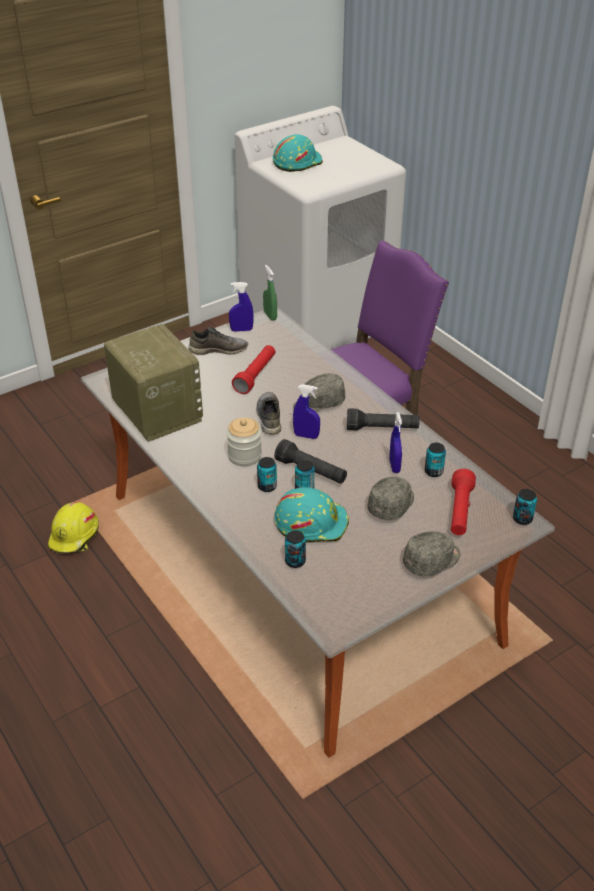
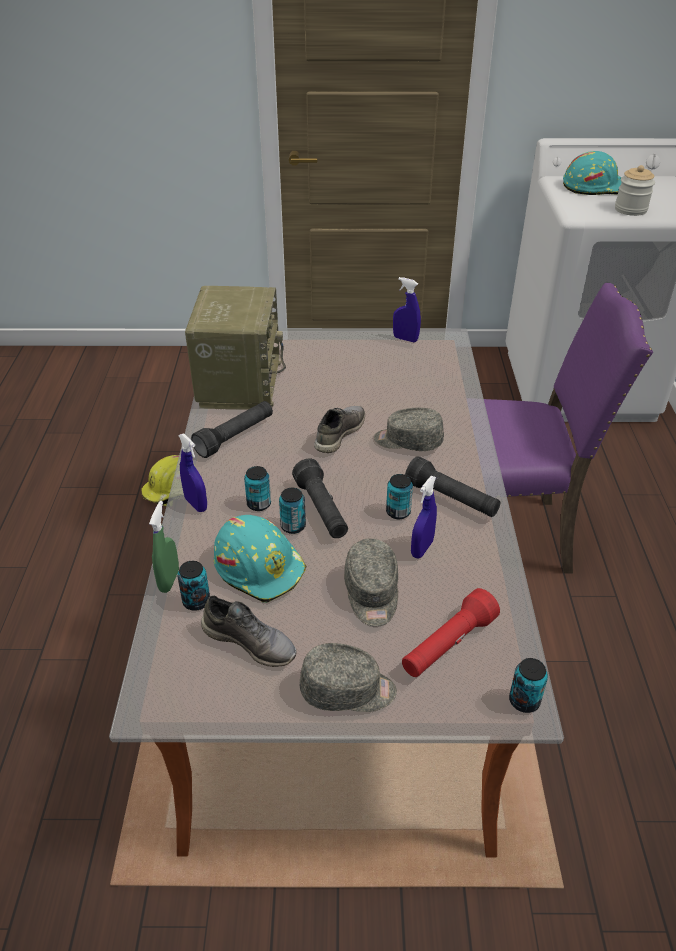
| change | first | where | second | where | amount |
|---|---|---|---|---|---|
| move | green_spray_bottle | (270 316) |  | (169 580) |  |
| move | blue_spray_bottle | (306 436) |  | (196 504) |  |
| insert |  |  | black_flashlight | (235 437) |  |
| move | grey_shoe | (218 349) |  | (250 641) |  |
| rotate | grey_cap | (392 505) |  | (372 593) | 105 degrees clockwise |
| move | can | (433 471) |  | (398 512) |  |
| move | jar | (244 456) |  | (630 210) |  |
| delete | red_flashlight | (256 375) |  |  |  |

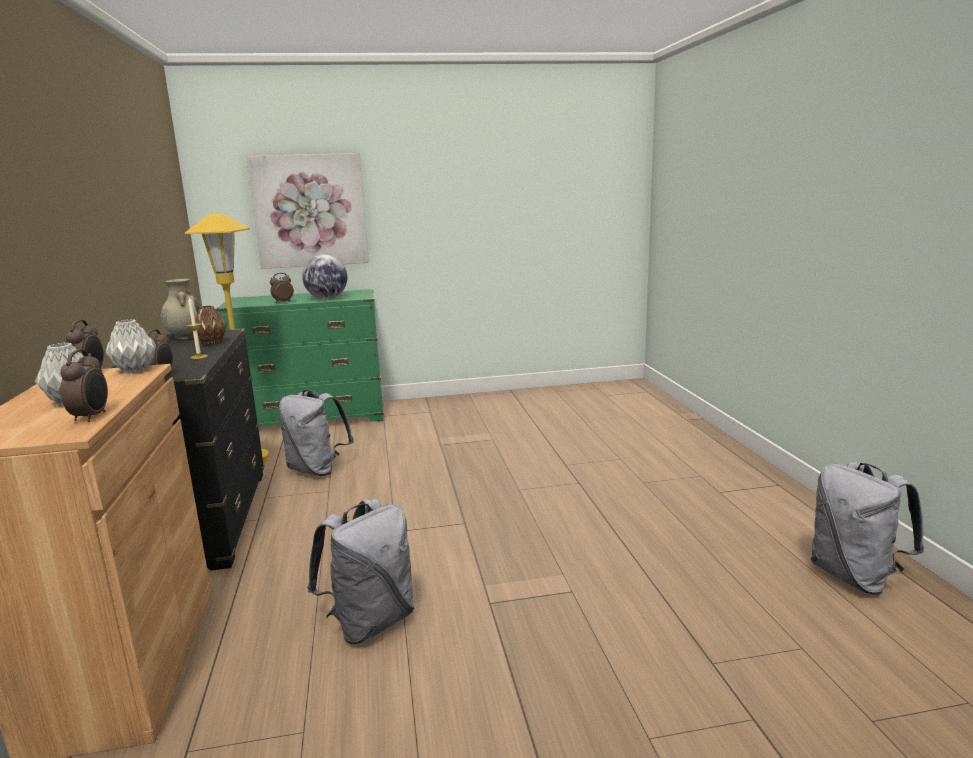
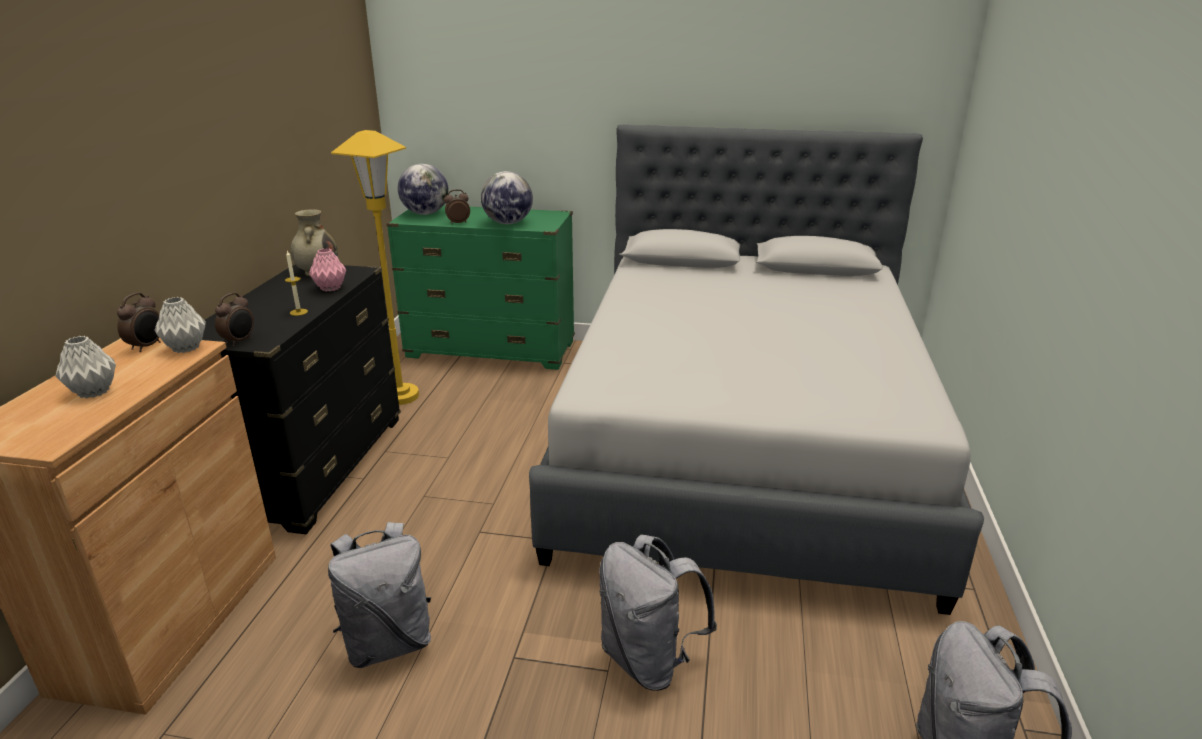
| change | first | where | second | where | amount |
|---|---|---|---|---|---|
| recolor | brown_vase | (212 342) | pink_vase | (331 288) |  |
| insert |  |  | globe | (425 213) |  |
| insert |  |  | grey_bed | (742 445) |  |
| move | grey_backpack | (317 470) |  | (649 660) |  |
| delete | alarm_clock | (92 417) |  |  |  |
| delete | picture | (310 211) |  |  |  |

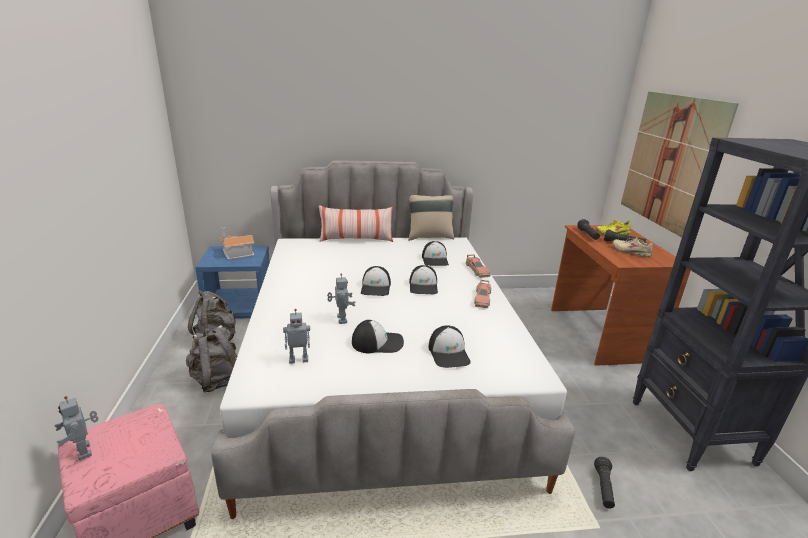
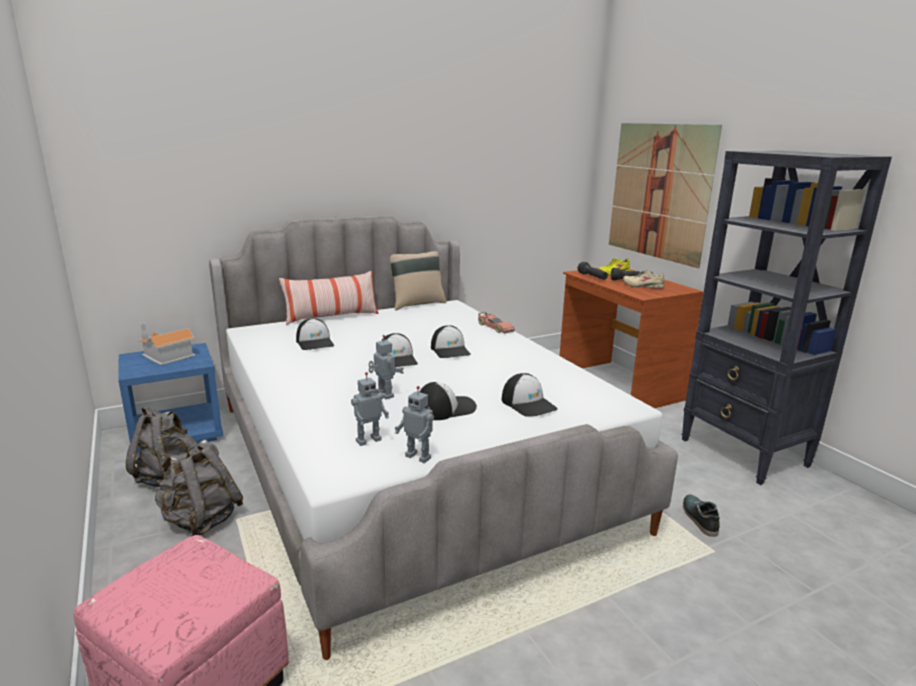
| change | first | where | second | where | amount |
|---|---|---|---|---|---|
| move | cap | (435 260) |  | (315 342) |  |
| move | toy_robot | (86 450) |  | (419 456) |  |
| replace | black_flashlight | (603 488) | shoe | (699 518) |  |
| delete | toy_car | (482 298) |  |  |  |

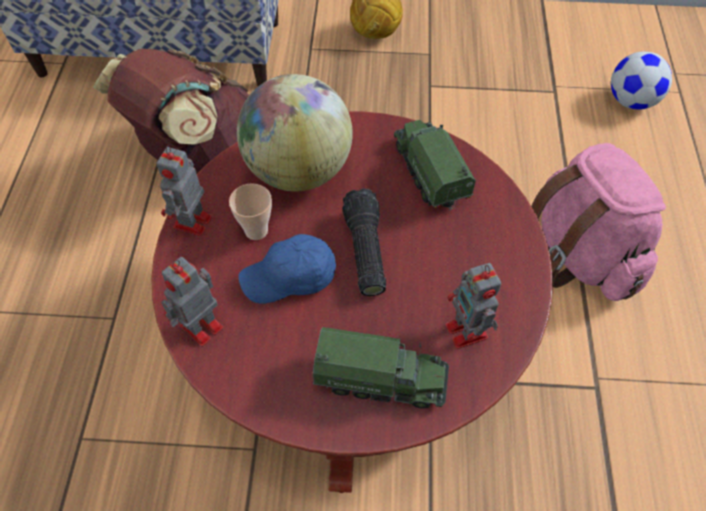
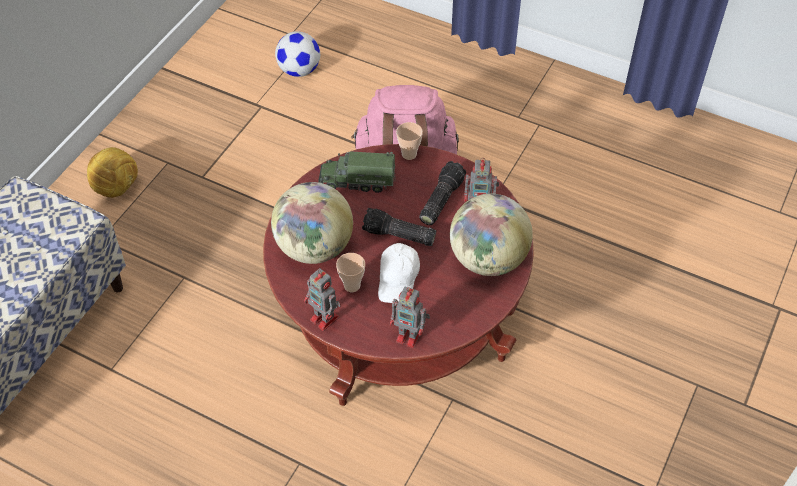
| change | first | where | second | where | amount |
|---|---|---|---|---|---|
| recolor | blue_cap | (290 278) | white_cap | (398 279) |  |
| rotate | toy_robot | (200 328) |  | (410 336) | 45 degrees counterclockwise |
| insert |  |  | cup | (409 154) |  |
| insert |  |  | flashlight | (440 199) |  |
| replace | toy_truck | (380 378) | globe | (488 259) |  |
| delete | brown_backpack | (199 157) |  |  |  |

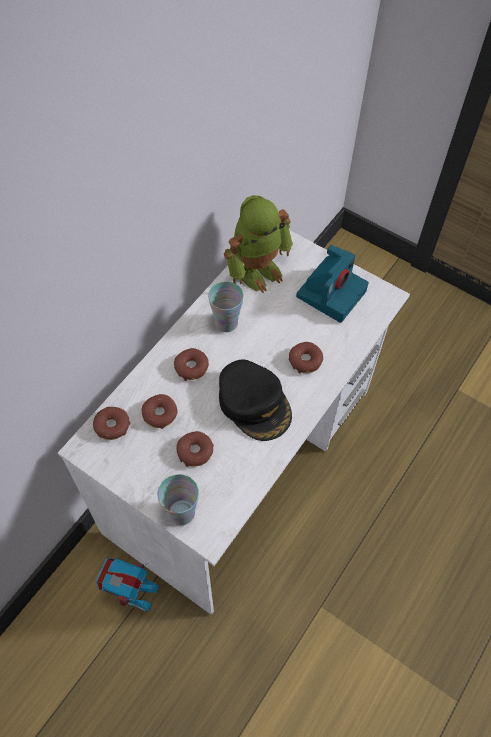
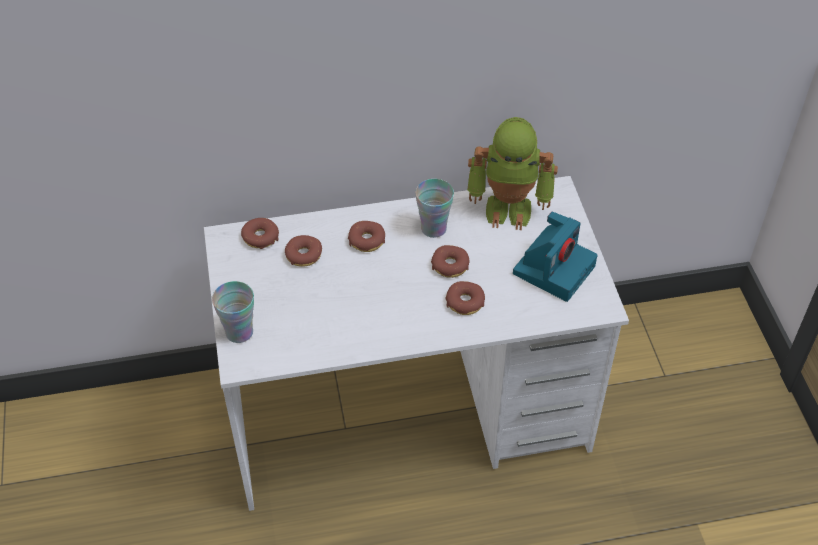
| change | first | where | second | where | amount |
|---|---|---|---|---|---|
| move | donut | (195 451) |  | (450 265) |  |
| rotate | photo_camera | (331 292) |  | (554 268) | 45 degrees counterclockwise |
| delete | toy_robot | (133 596) |  |  |  |
| delete | black_cap | (255 403) |  |  |  |

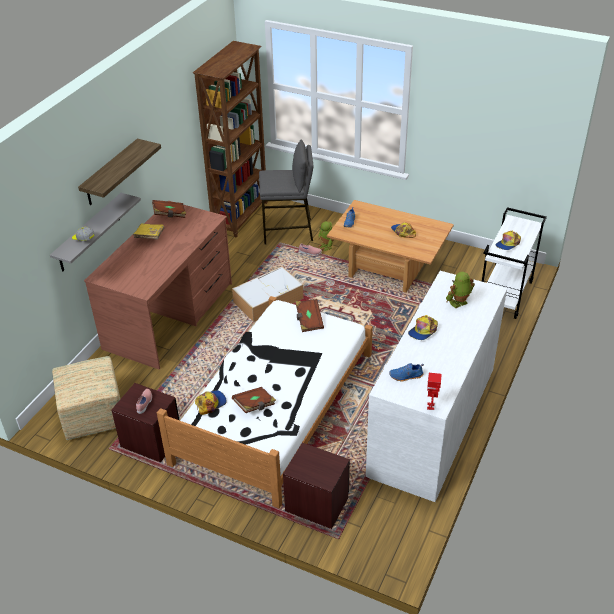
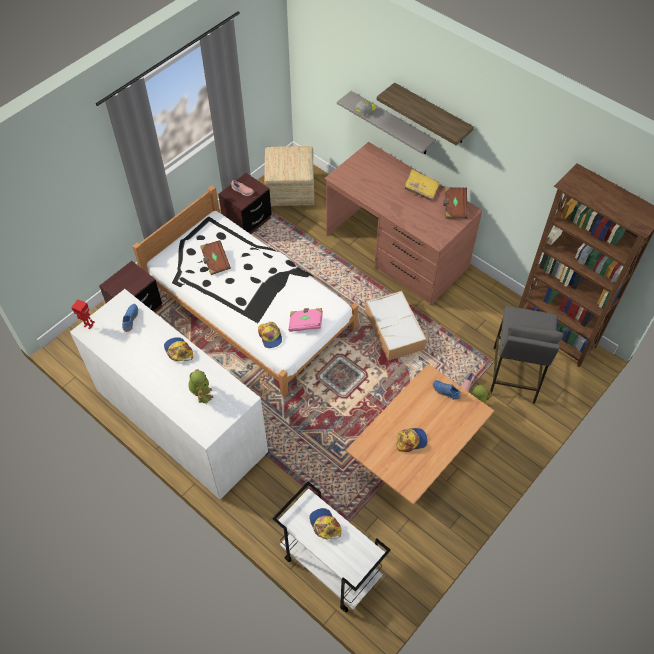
| change | first | where | second | where | amount |
|---|---|---|---|---|---|
| move | cap | (210 403) |  | (270 336) |  |
| recolor | brown_book | (308 321) | pink_book | (305 323) |  |

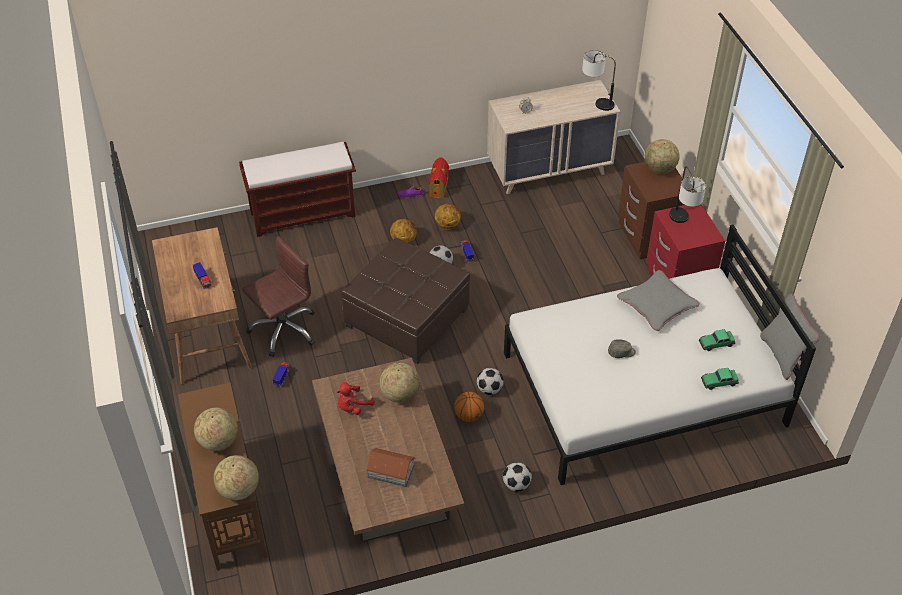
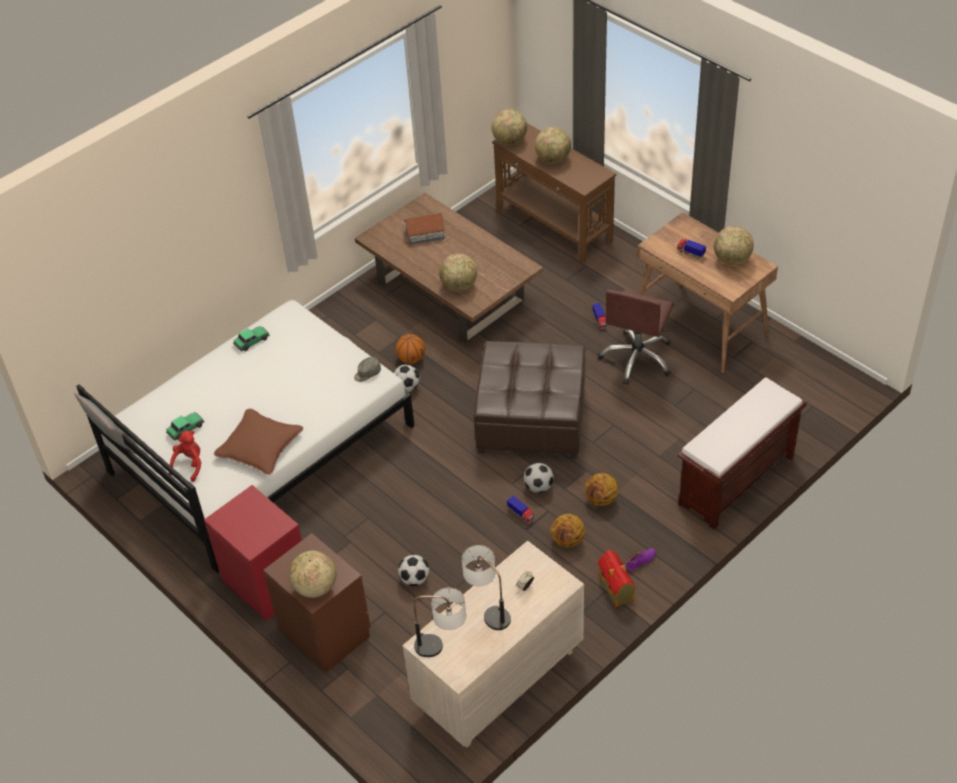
| change | first | where | second | where | amount |
|---|---|---|---|---|---|
| move | red_plush_toy | (353 407) |  | (189 465) |  |
| recolor | grey_pillow | (657 305) | brown_pillow | (260 446) |  |
| move | toy_car | (719 382) |  | (252 341) |  |
| move | grey_cap | (621 352) |  | (367 373) |  |
| move | football | (516 485) |  | (415 579) |  |
| move | table_lamp | (682 223) |  | (488 610) |  |
| insert |  |  | globe | (732 260) |  |

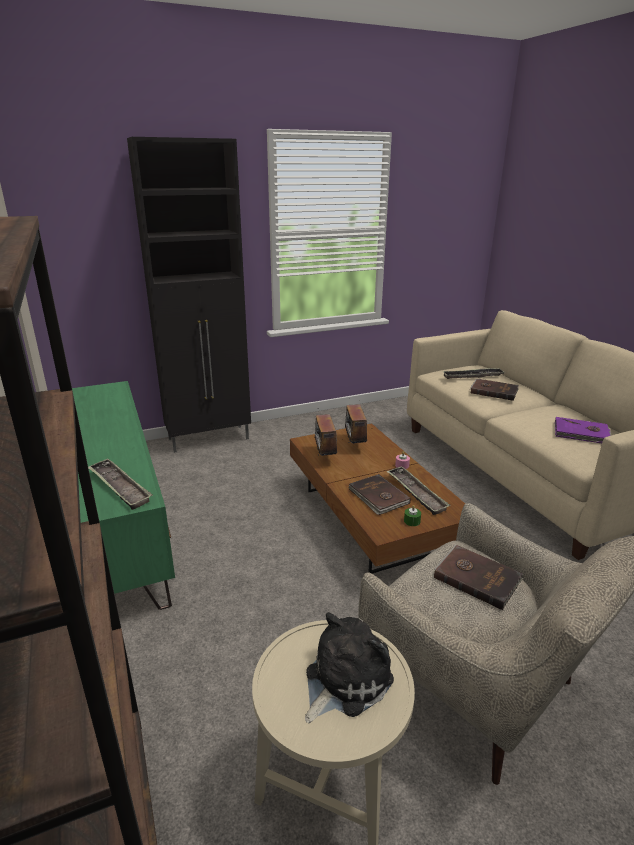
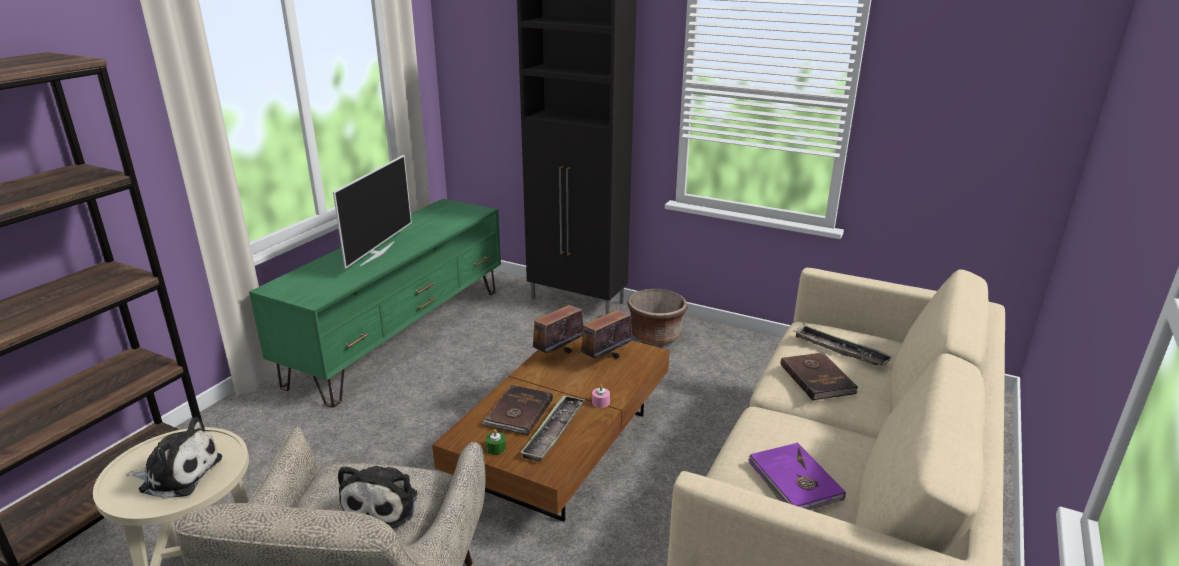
| change | first | where | second | where | amount |
|---|---|---|---|---|---|
| insert |  |  | television | (376 253) |  |
| replace | brown_book | (477 578) | plush_toy | (383 504) |  |
| insert |  |  | brown_planter | (655 335) |  |
| delete | tray | (119 487) |  |  |  |

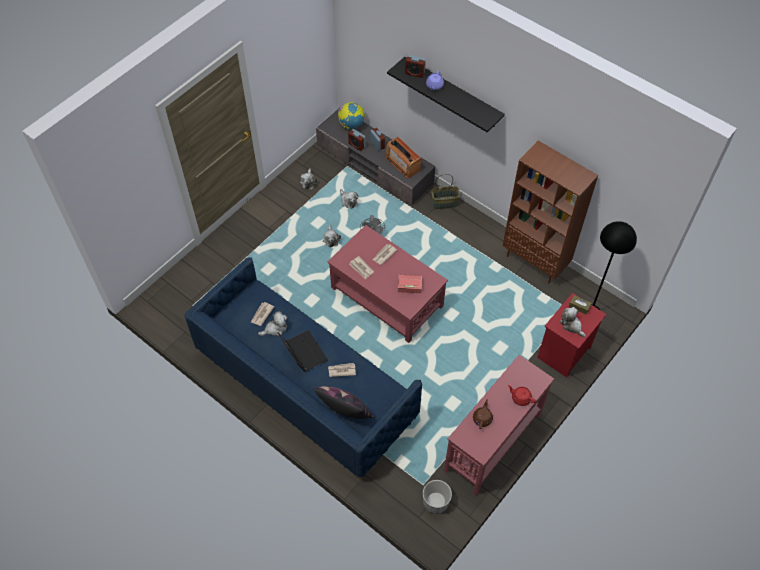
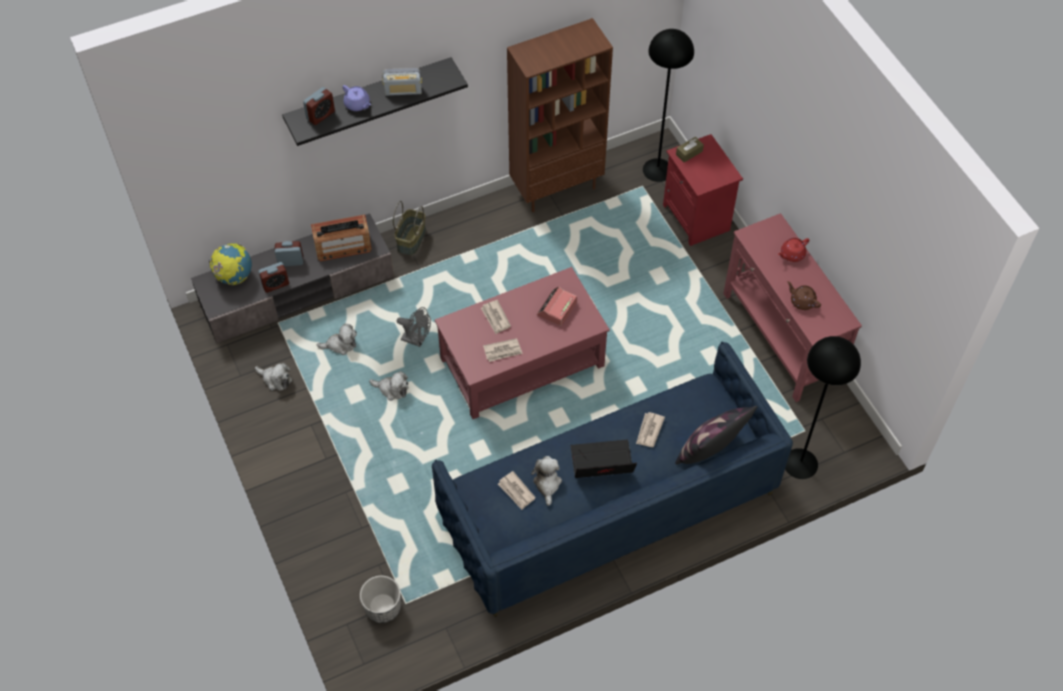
| change | first | where | second | where | amount |
|---|---|---|---|---|---|
| move | planter | (435 502) |  | (382 607) |  |
| insert |  |  | radio | (403 91) |  |
| insert |  |  | black_floor_lamp | (800 464) |  |
| delete | plush_toy | (571 325) |  |  |  |

